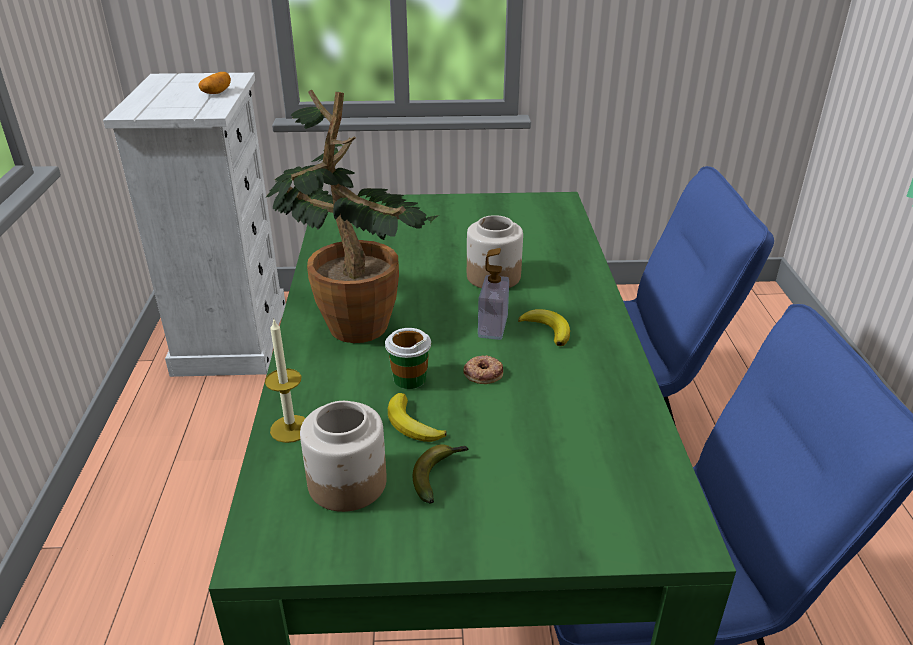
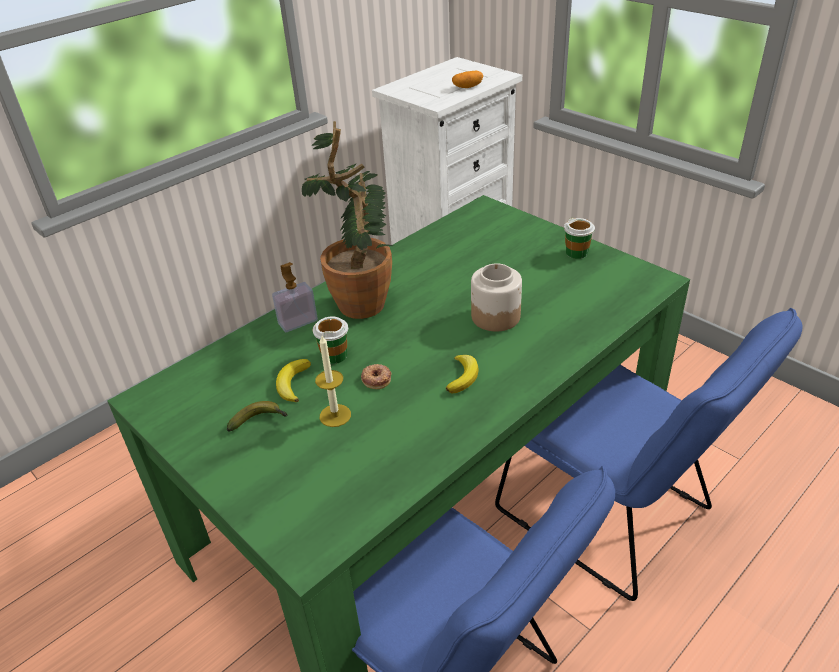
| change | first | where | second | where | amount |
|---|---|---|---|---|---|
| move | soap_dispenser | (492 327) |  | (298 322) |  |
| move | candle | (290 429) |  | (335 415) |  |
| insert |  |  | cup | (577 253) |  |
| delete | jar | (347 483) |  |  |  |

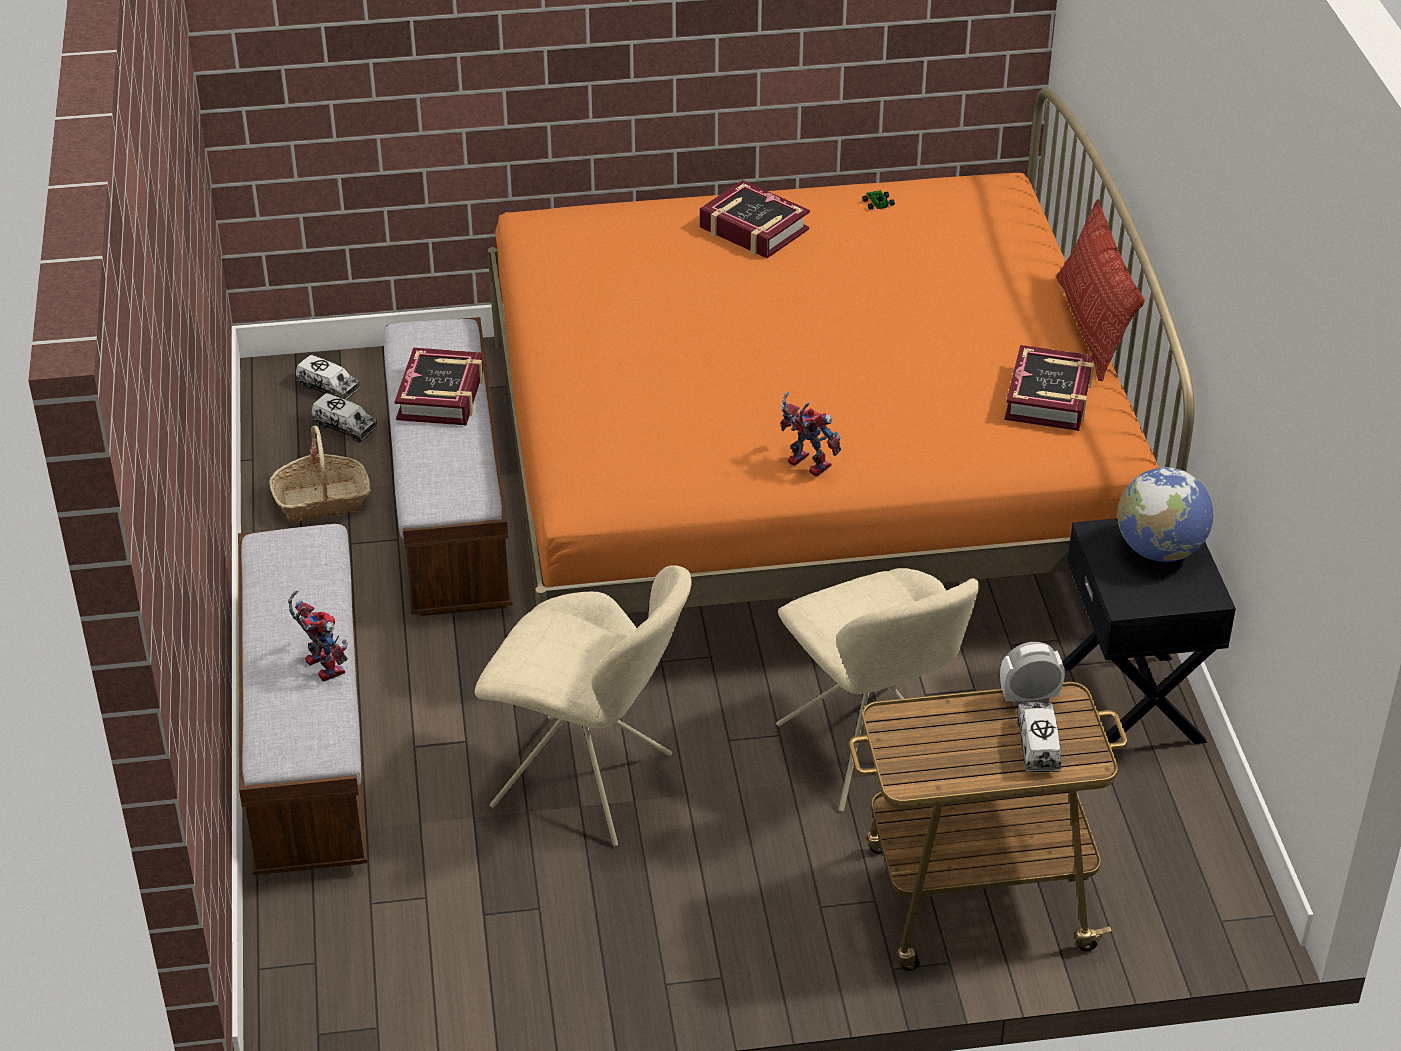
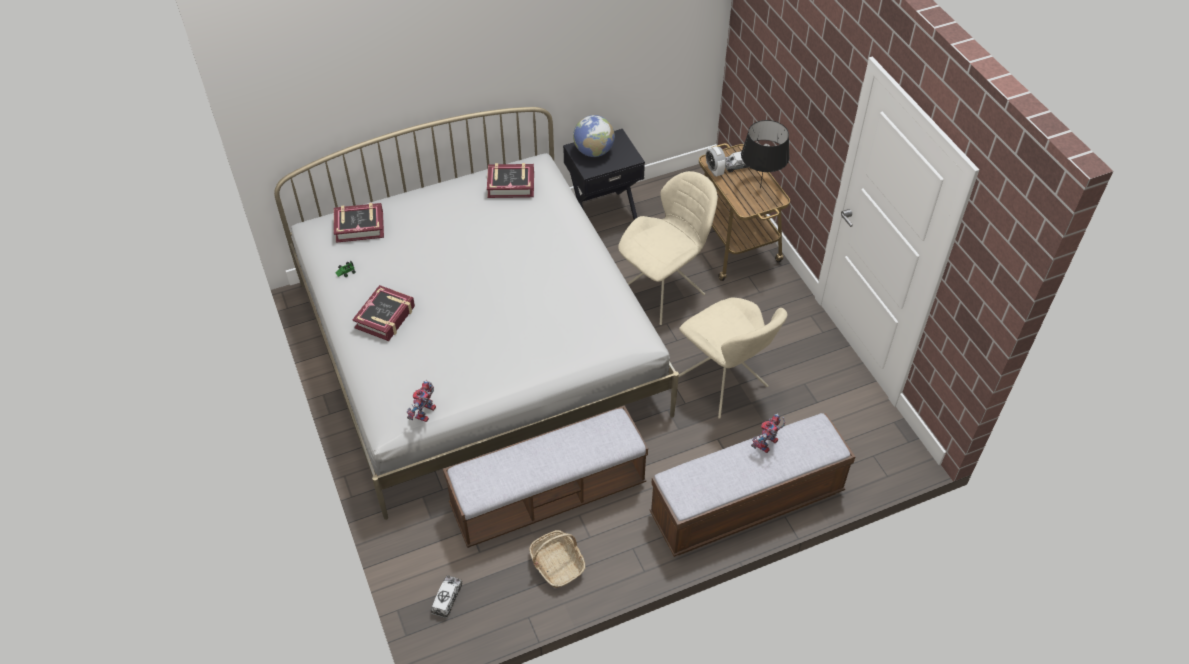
| change | first | where | second | where | amount |
|---|---|---|---|---|---|
| recolor | orange_bed | (805 479) | white_bed | (479 347) |  |
| move | book | (441 396) |  | (359 226) |  |
| move | toy_robot | (803 464) |  | (426 414) |  |
| rotate | beige_chair | (589 783) |  | (724 384) | 135 degrees clockwise |
| insert |  |  | black_table_lamp | (760 187) |  |
| delete | toy_truck | (345 427) |  |  |  |
| delete | pillow | (1092 327) |  |  |  |

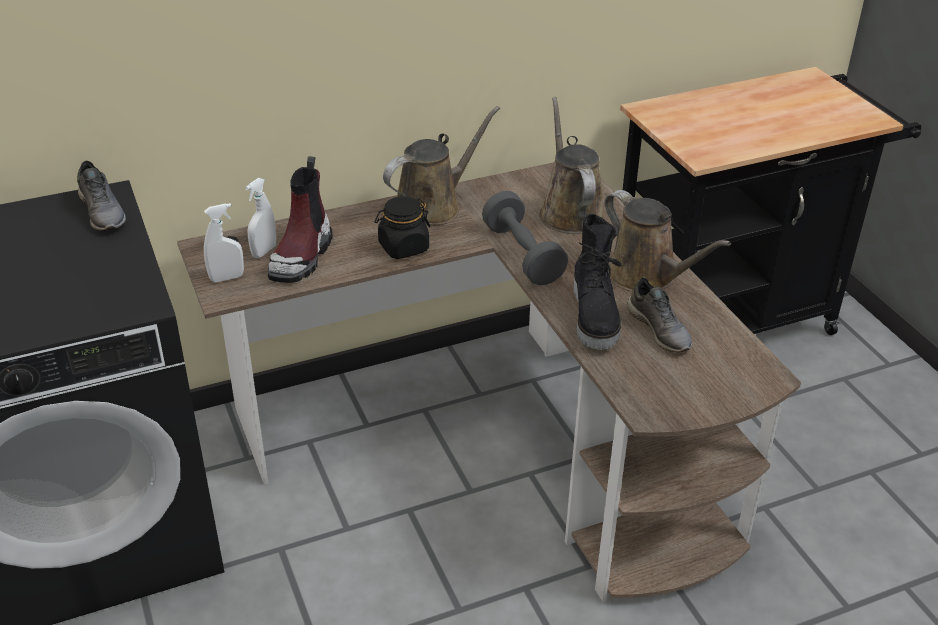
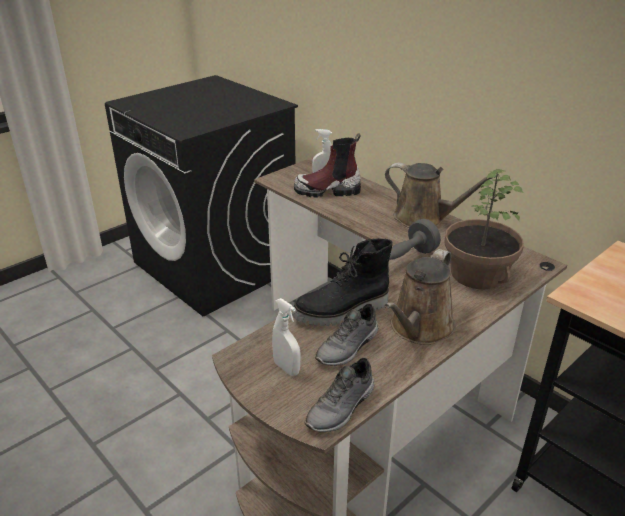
| change | first | where | second | where | amount |
|---|---|---|---|---|---|
| move | white_spray_bottle | (227 278) |  | (286 368) |  |
| move | grey_shoe | (103 212) |  | (342 408) |  |
| replace | brown_watering_can | (569 212) | potted_plant | (477 274) |  |
| delete | black_jar | (403 247) |  |  |  |

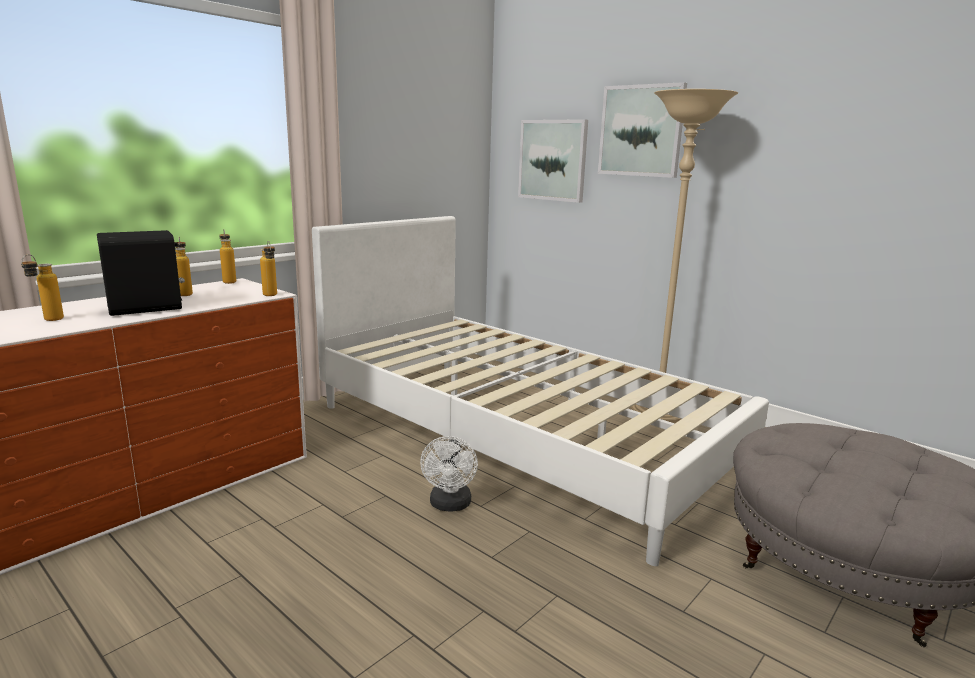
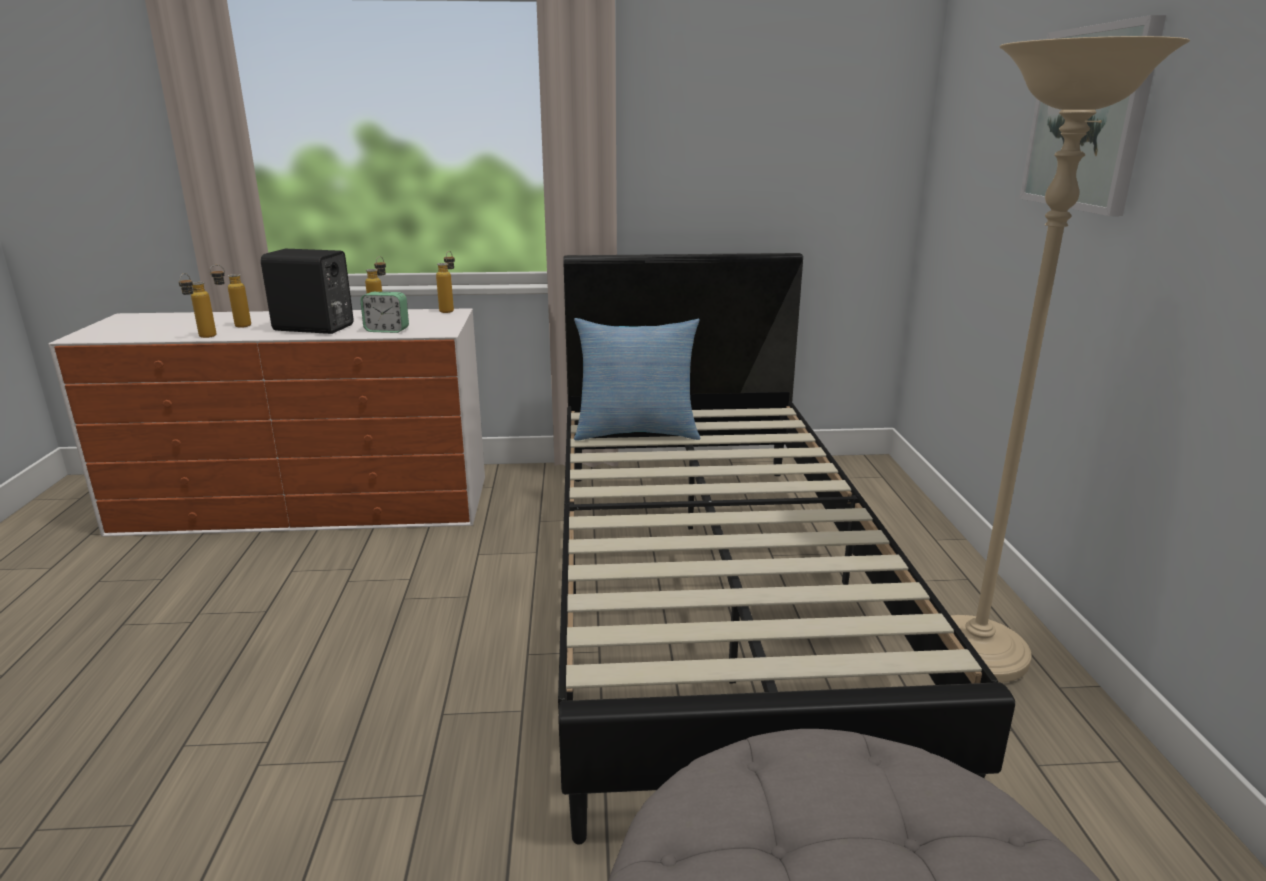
| change | first | where | second | where | amount |
|---|---|---|---|---|---|
| move | bottle | (271 296) |  | (203 337) |  |
| insert |  |  | alarm_clock | (387 330) |  |
| recolor | white_bed | (518 436) | black_bed | (711 593) |  |
| insert |  |  | pillow | (636 432) |  |
| delete | white_fan | (450 505) |  |  |  |
| delete | picture | (553 160) |  |  |  |

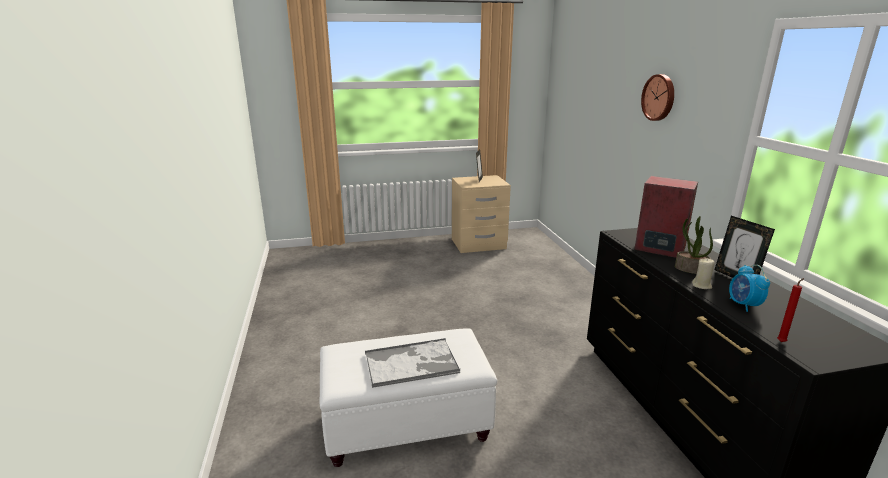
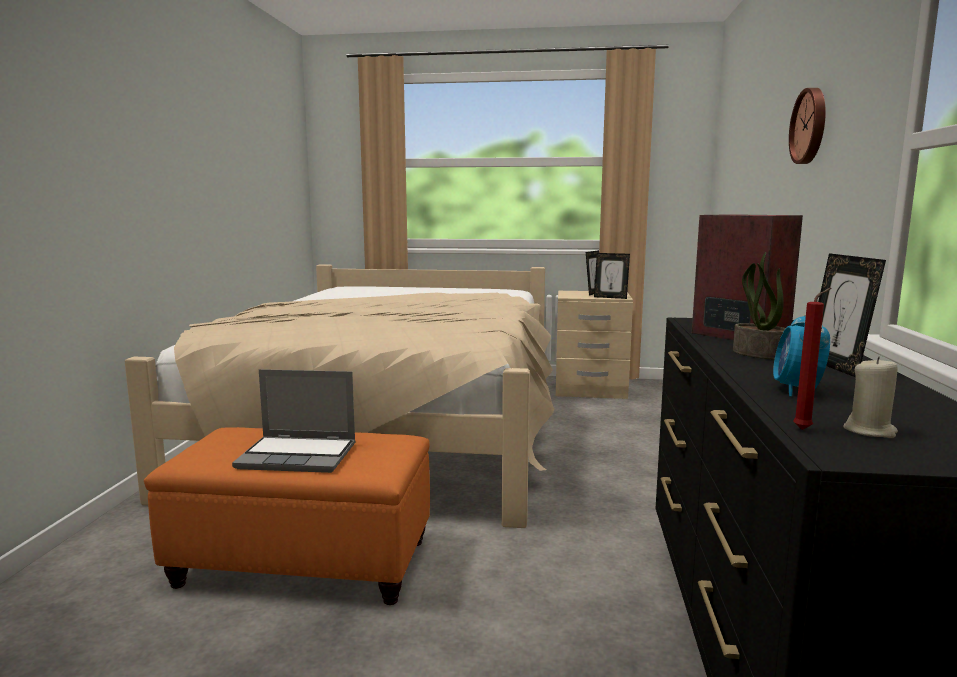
| change | first | where | second | where | amount |
|---|---|---|---|---|---|
| insert |  |  | beige_bed | (395 428) |  |
| recolor | white_ottoman | (408 424) | orange_ottoman | (305 563) |  |
| replace | tray | (412 363) | laptop | (299 456) |  |
| insert |  |  | picture_frame | (610 297) |  |
| move | beige_candle | (702 285) |  | (870 431) |  |

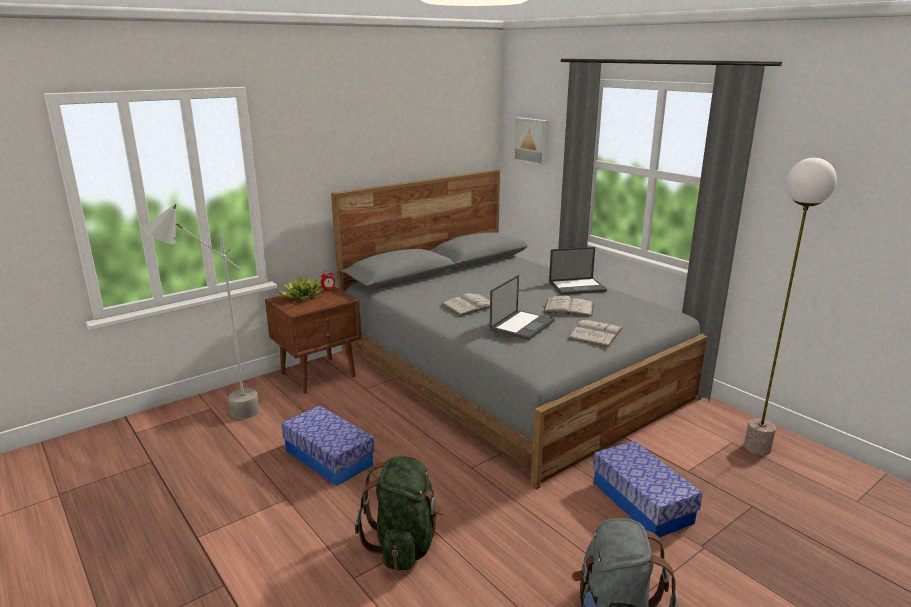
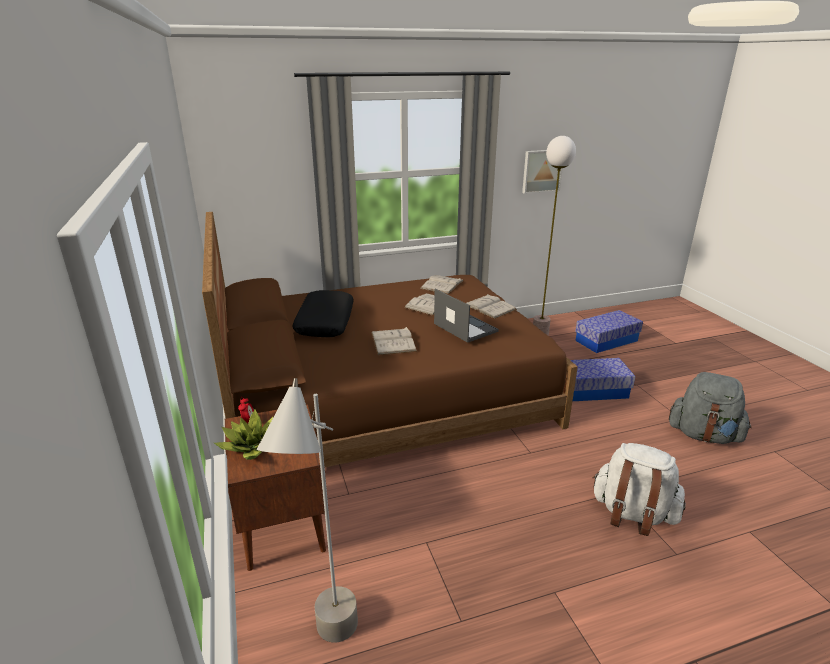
| change | first | where | second | where | amount |
|---|---|---|---|---|---|
| recolor | grey_bed | (509 374) | brown_bed | (383 394) |  |
| insert |  |  | black_pillow | (325 322) |  |
| insert |  |  | white_book | (442 284) |  |
| move | picture | (532 140) |  | (542 171) |  |
| move | storage_box | (328 458) |  | (606 341) |  |
| recolor | green_backpack | (404 544) | white_backpack | (632 514) |  |
| delete | laptop | (577 286) |  |  |  |

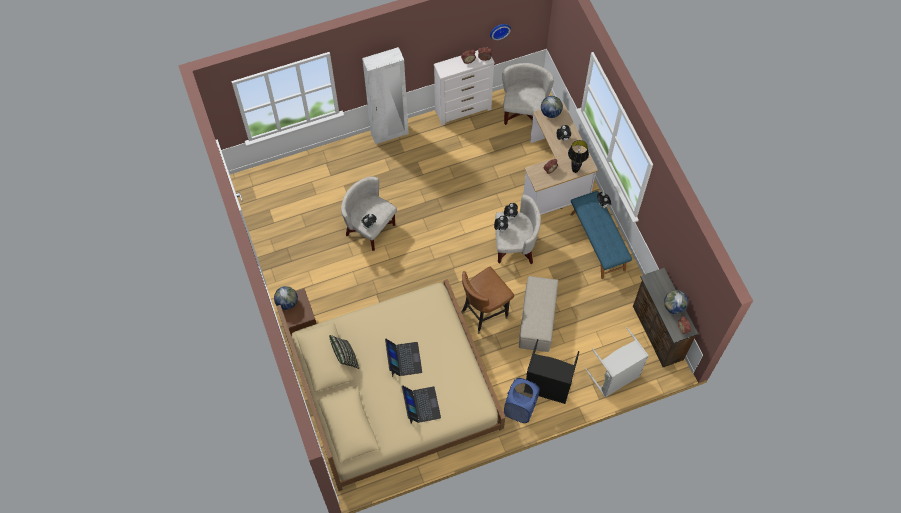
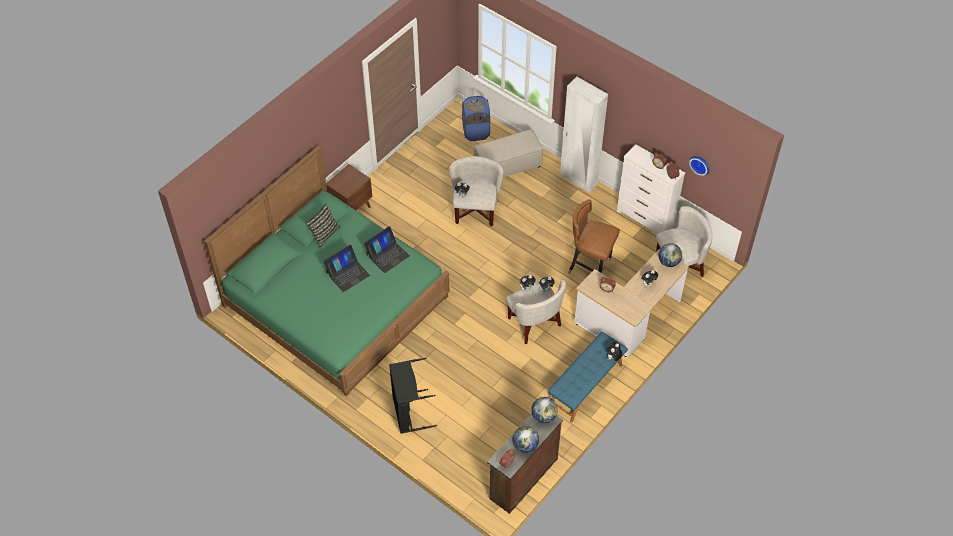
| change | first | where | second | where | amount |
|---|---|---|---|---|---|
| recolor | beige_bed | (394 389) | green_bed | (335 300) |  |
| move | laptop | (421 405) |  | (387 255) |  |
| move | blue_laundry_basket | (520 408) |  | (476 132) |  |
| move | beige_ottoman | (537 320) |  | (508 166) |  |
| move | globe | (287 302) |  | (544 416) |  |
| move | brown_chair | (484 313) |  | (590 268) |  |
| delete | black_table_lamp | (575 170) |  |  |  |
| delete | grey_laundry_basket | (615 377) |  |  |  |

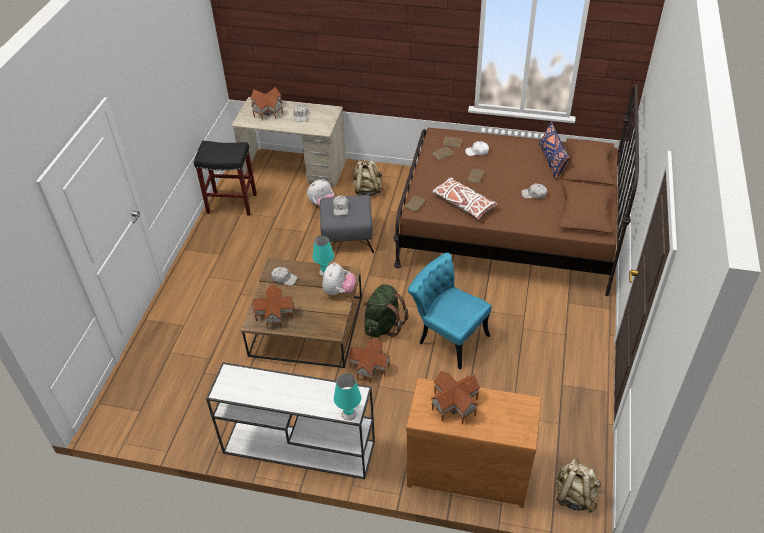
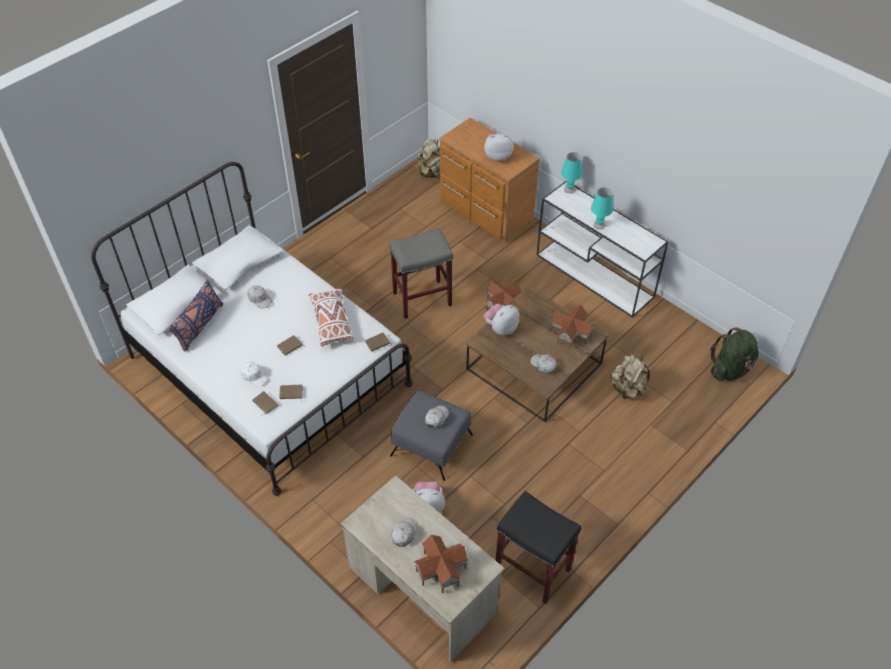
| change | first | where | second | where | amount |
|---|---|---|---|---|---|
| recolor | brown_bed | (508 228) | white_bed | (269 370) |  |
| replace | turquoise_chair | (447 336) | grey_stool | (421 299) |  |
| replace | toy_house | (455 403) | plush_toy | (497 156) |  |
| move | turquoise_table_lamp | (324 272) |  | (599 225) |  |
| move | beige_backpack | (367 190) |  | (628 389) |  |
| move | green_backpack | (383 325) |  | (730 369) |  |

